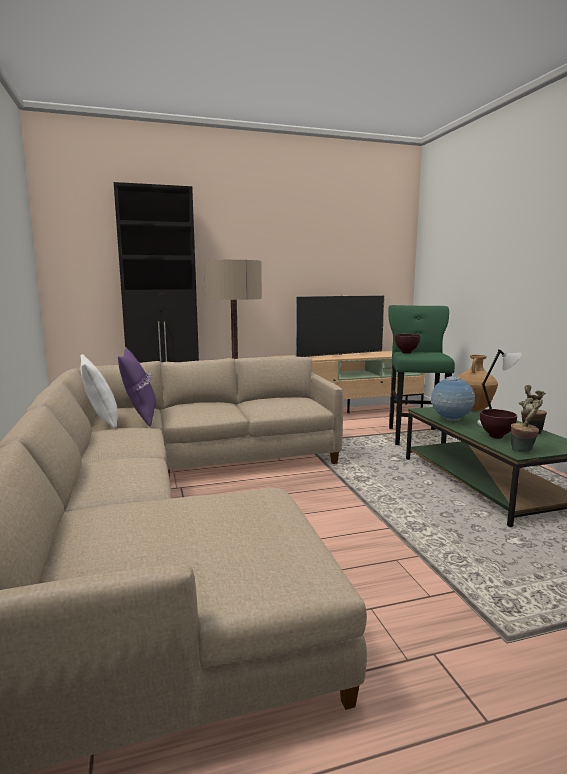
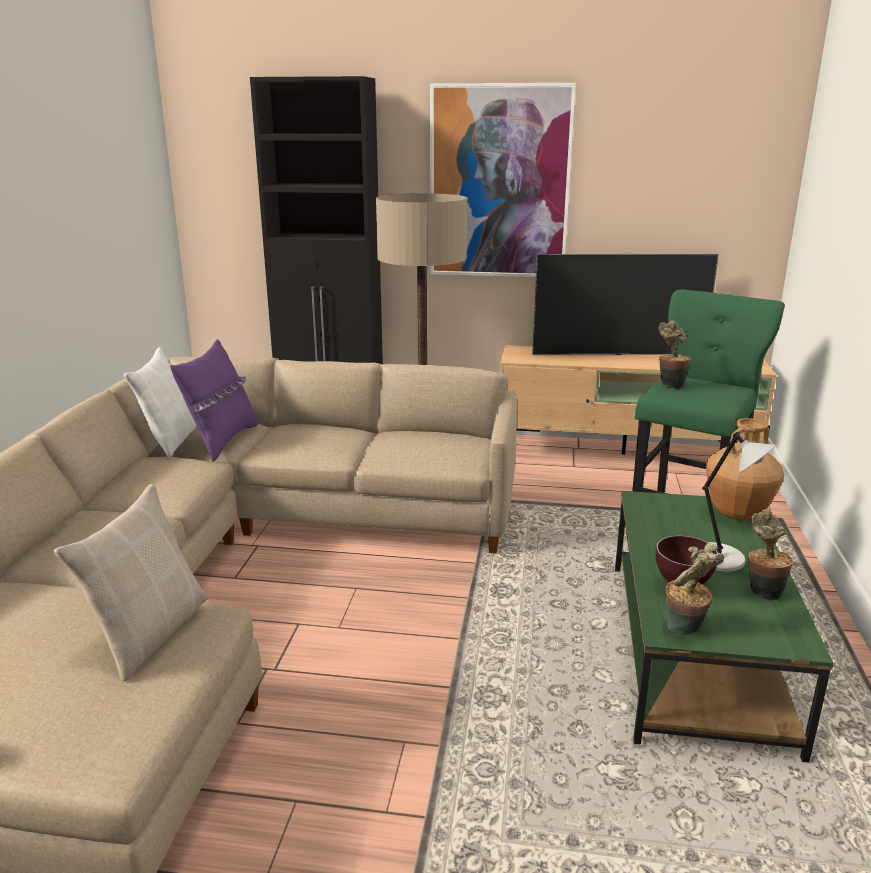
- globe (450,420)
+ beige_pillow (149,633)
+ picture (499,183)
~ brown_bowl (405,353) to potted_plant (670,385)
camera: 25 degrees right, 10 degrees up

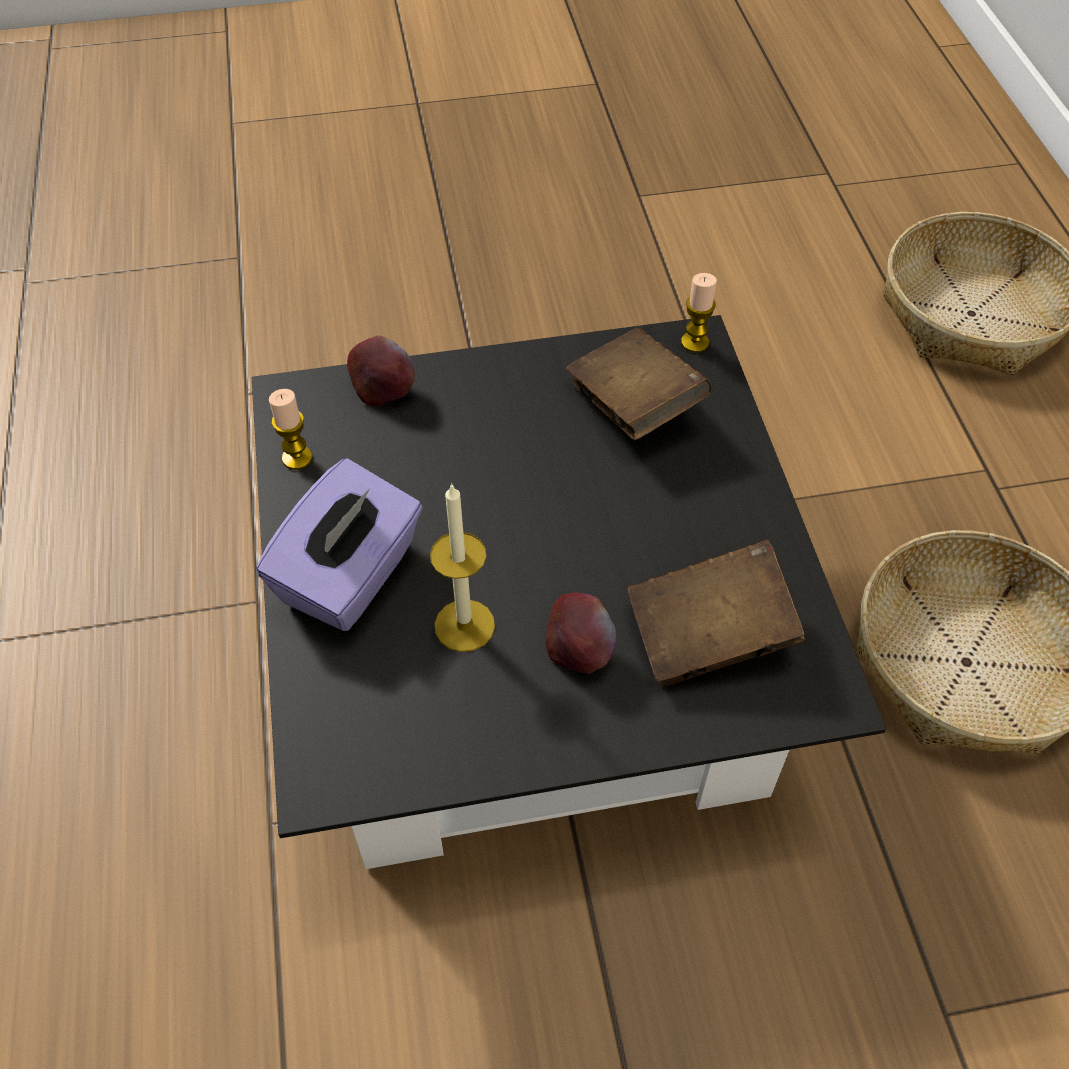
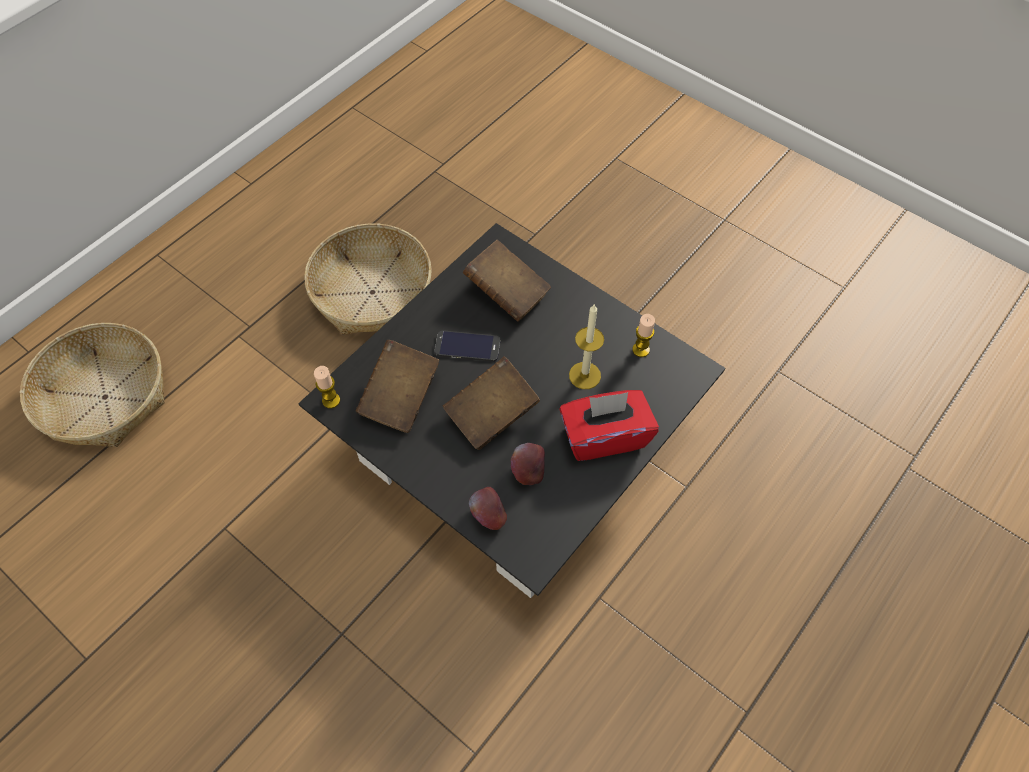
+ phone (467,346)
+ brown_book (492,414)
~ candle (297,458) to (641,350)
~ apple (579,651) to (527,471)
~ purple_tissue_box (351,575) to red_tissue_box (604,436)
camera: 130 degrees left, 5 degrees up

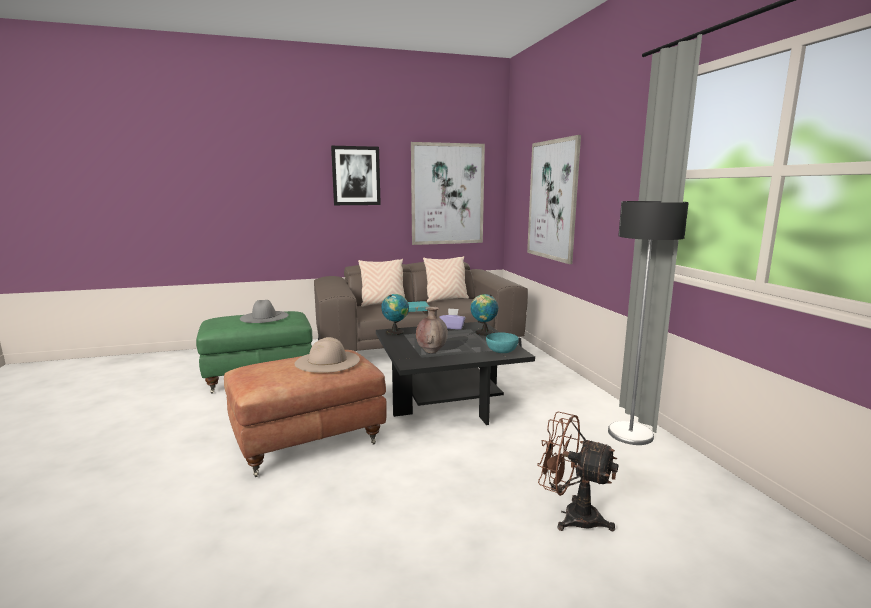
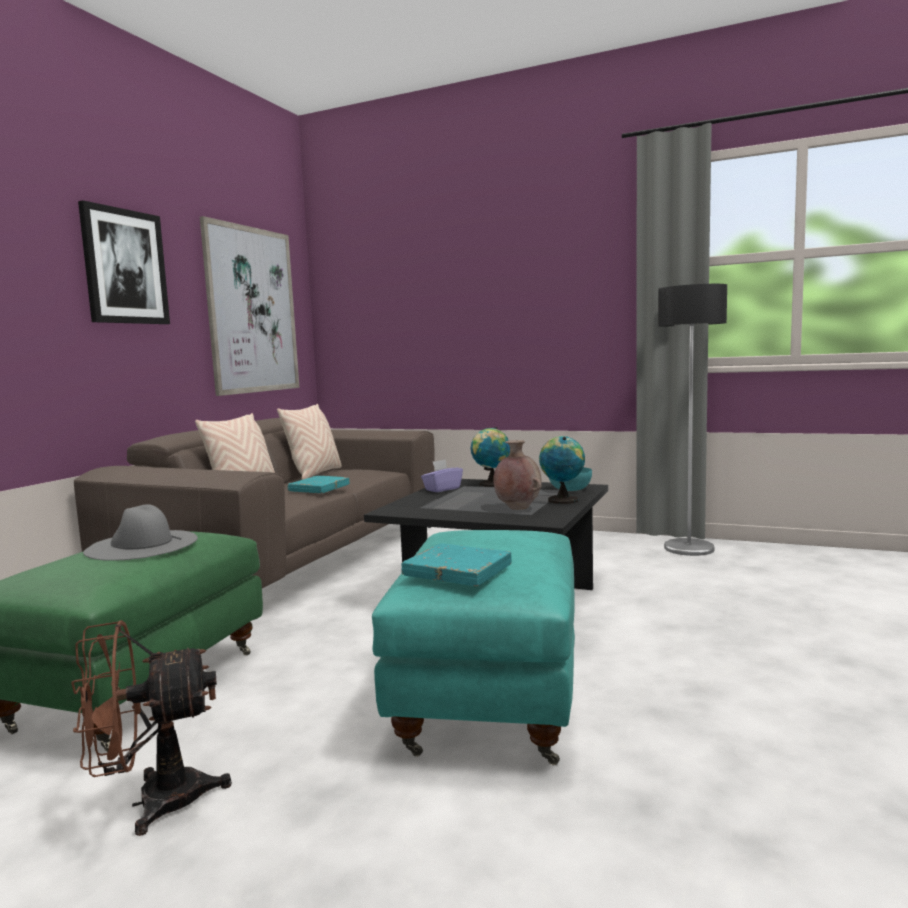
- beige_hat (327,361)
- picture (552,200)
+ turquoise_book (457,571)
~ globe (395,332) to (562,500)
~ brown_fan (571,515) to (153,802)
~ brown_ottoman (309,441) to turquoise_ottoman (488,697)
camera: 50 degrees left, 5 degrees down

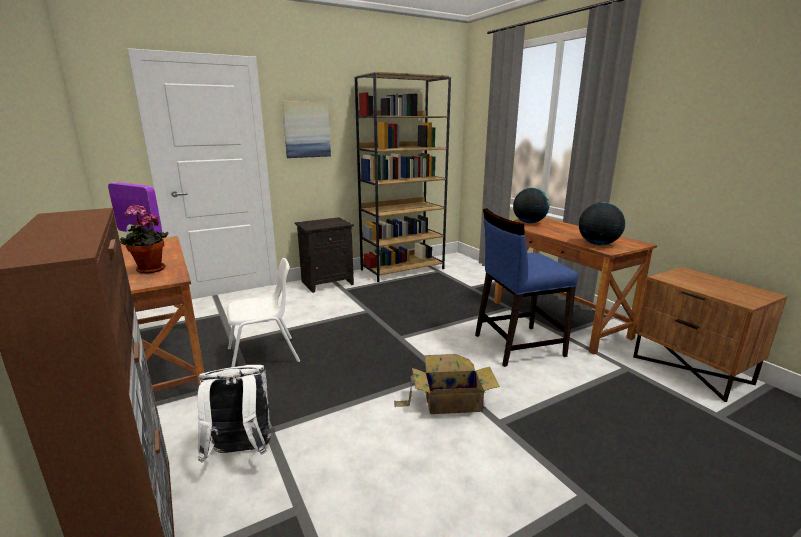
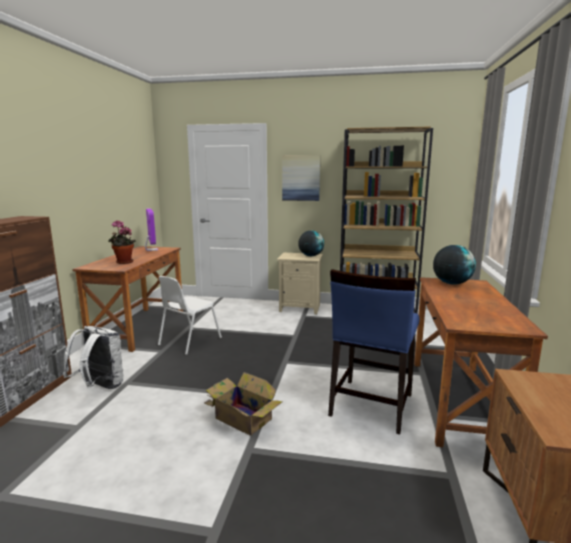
~ globe (597,244) to (311,256)
~ black_nightstand (327,282) to beige_nightstand (300,308)
~ white_chair (264,356) = (189,342) 105 degrees clockwise
~ blue_chair (517,345) = (370,405) 90 degrees counterclockwise
camera: 40 degrees right, 5 degrees down

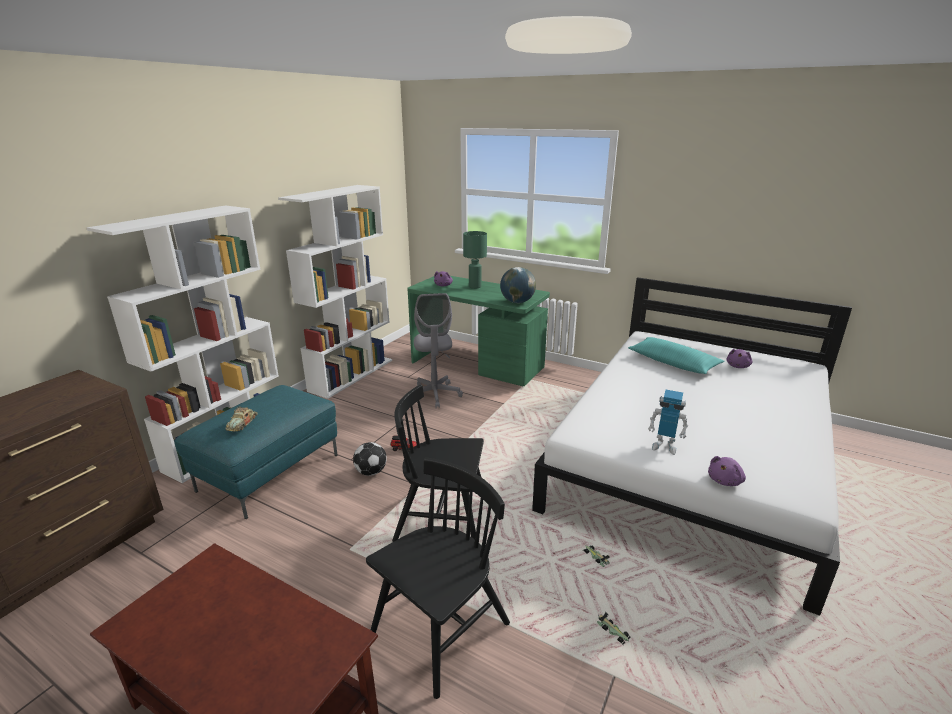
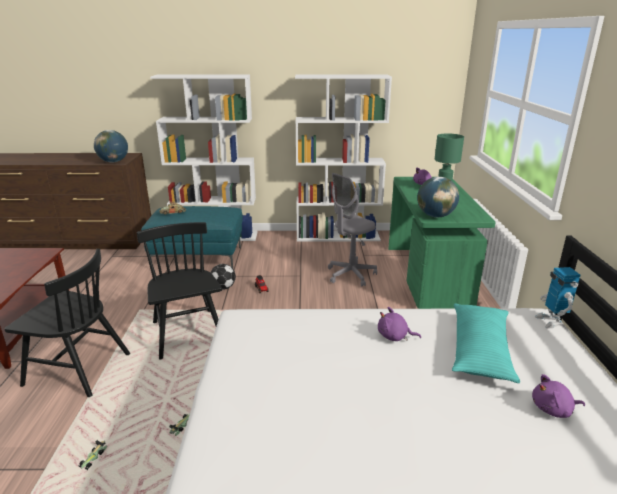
+ globe (114,161)
~ toy_robot (664,446) to (551,321)
~ purple_plush_toy (725,481) to (394,337)
camera: 60 degrees right, 0 degrees up

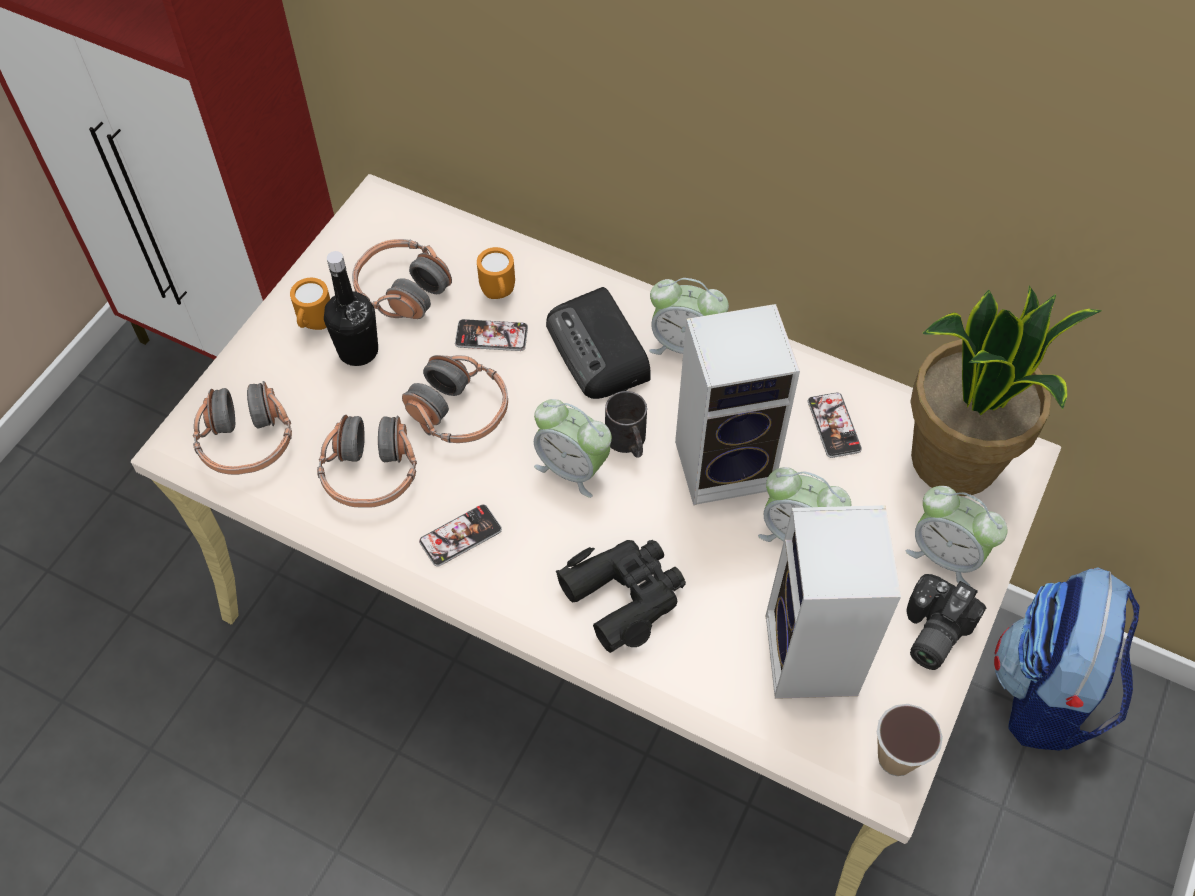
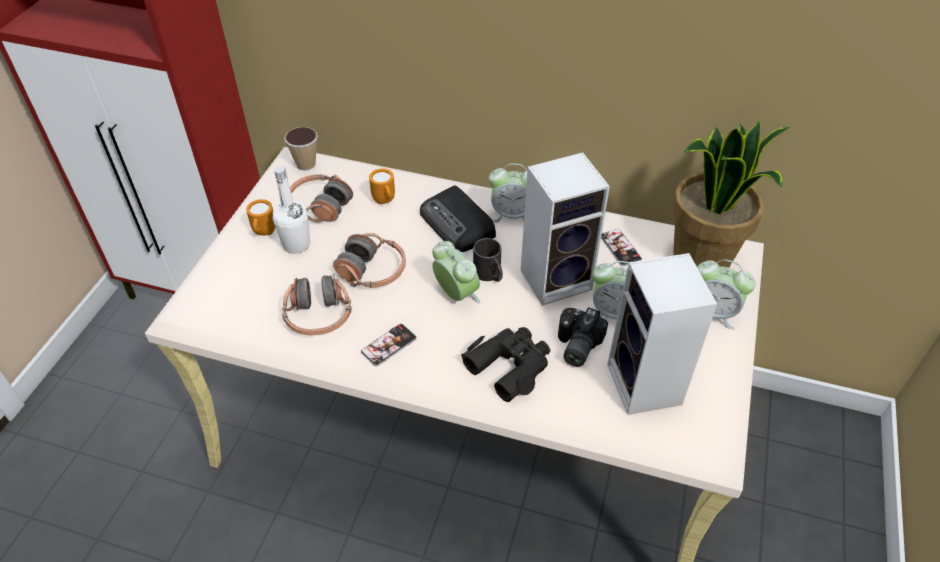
- headphones (247,441)
- phone (491,336)
- backpack (1046,693)
~ cup (896,758) to (306,164)
~ photo_camera (930,631) to (575,346)
~ black_bottle (358,351) to white_bottle (296,244)
~ alarm_clock (572,468) = (456,294) 150 degrees counterclockwise
camera: 10 degrees left, 10 degrees down

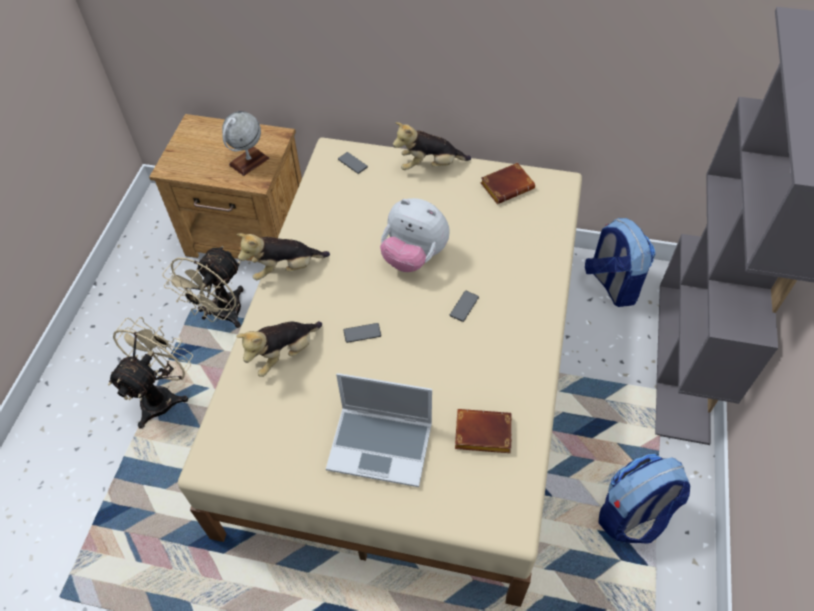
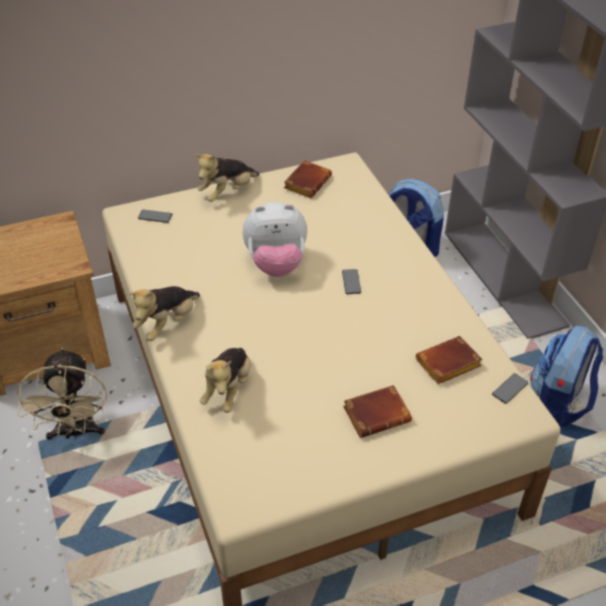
- beige_fan (163,395)
- globe (249,161)
~ phone (362,333) to (510,389)
~ laptop (382,445) to brown_book (377,413)
camera: 35 degrees left, 10 degrees down

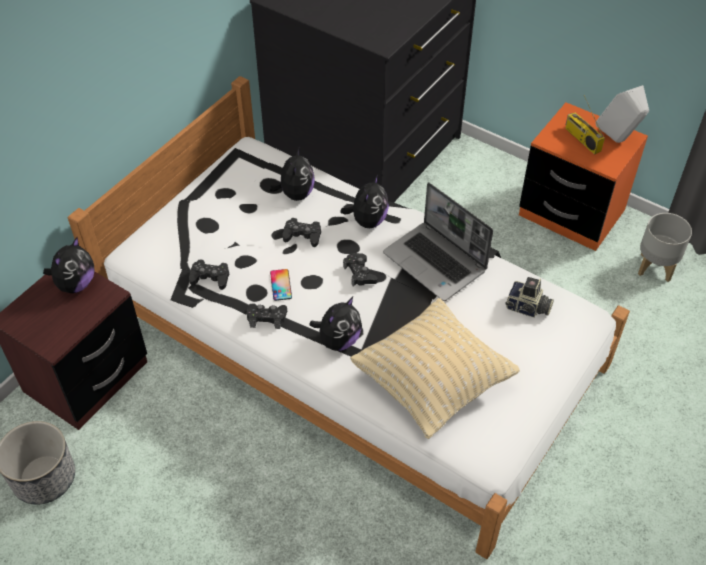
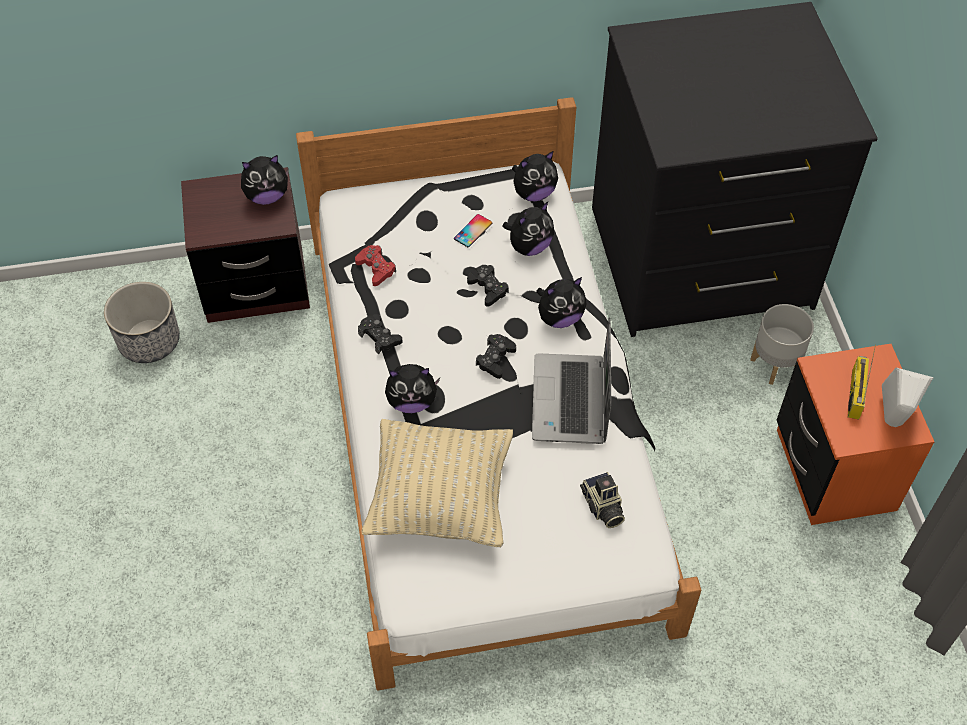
+ plush_toy (533,193)
~ phone (281,285) to (473,231)
~ grey_planter (655,266) to (775,364)
~ black_game_controller (210,278) to red_game_controller (376,268)
camera: 45 degrees right, 5 degrees up

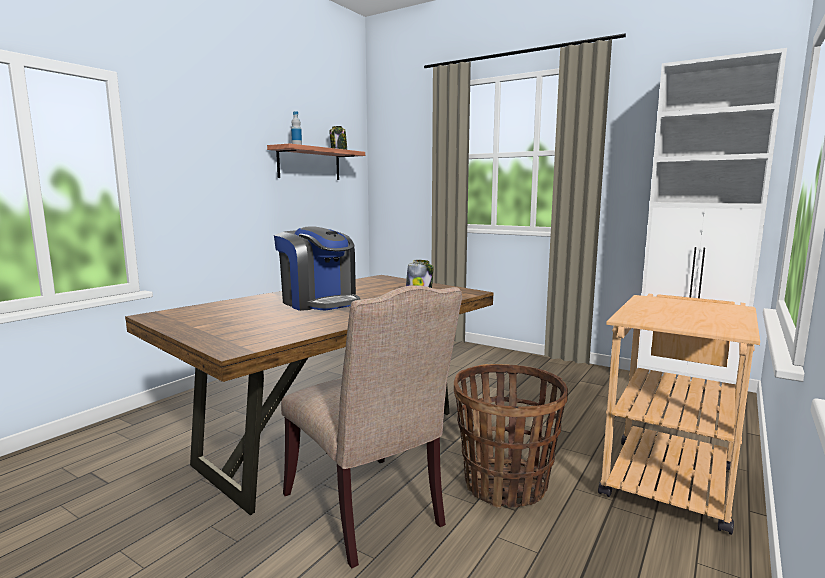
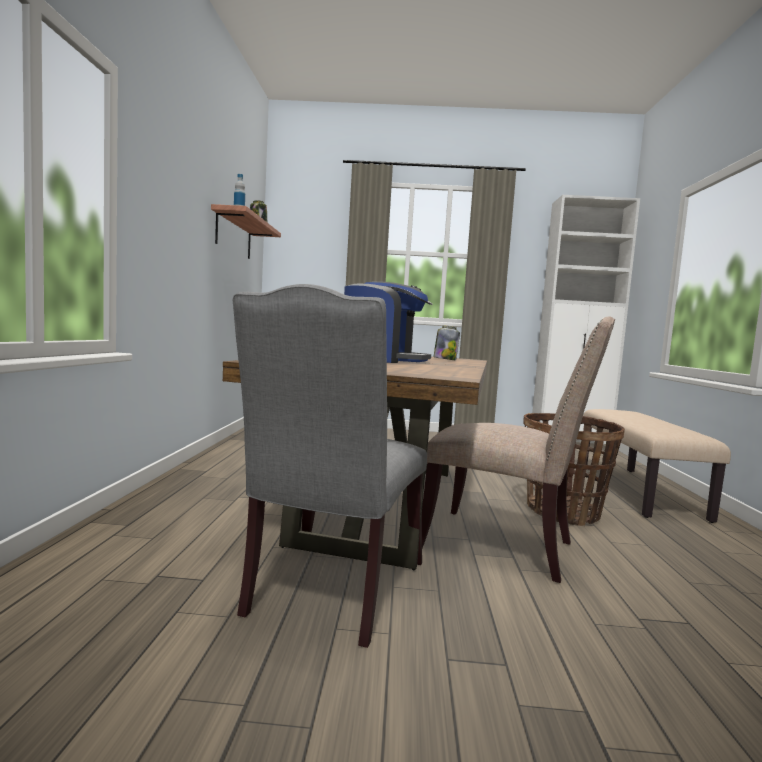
+ grey_chair (331,590)
~ beige_cart (669,475) to beige_bench (638,491)
camera: 30 degrees left, 5 degrees down

